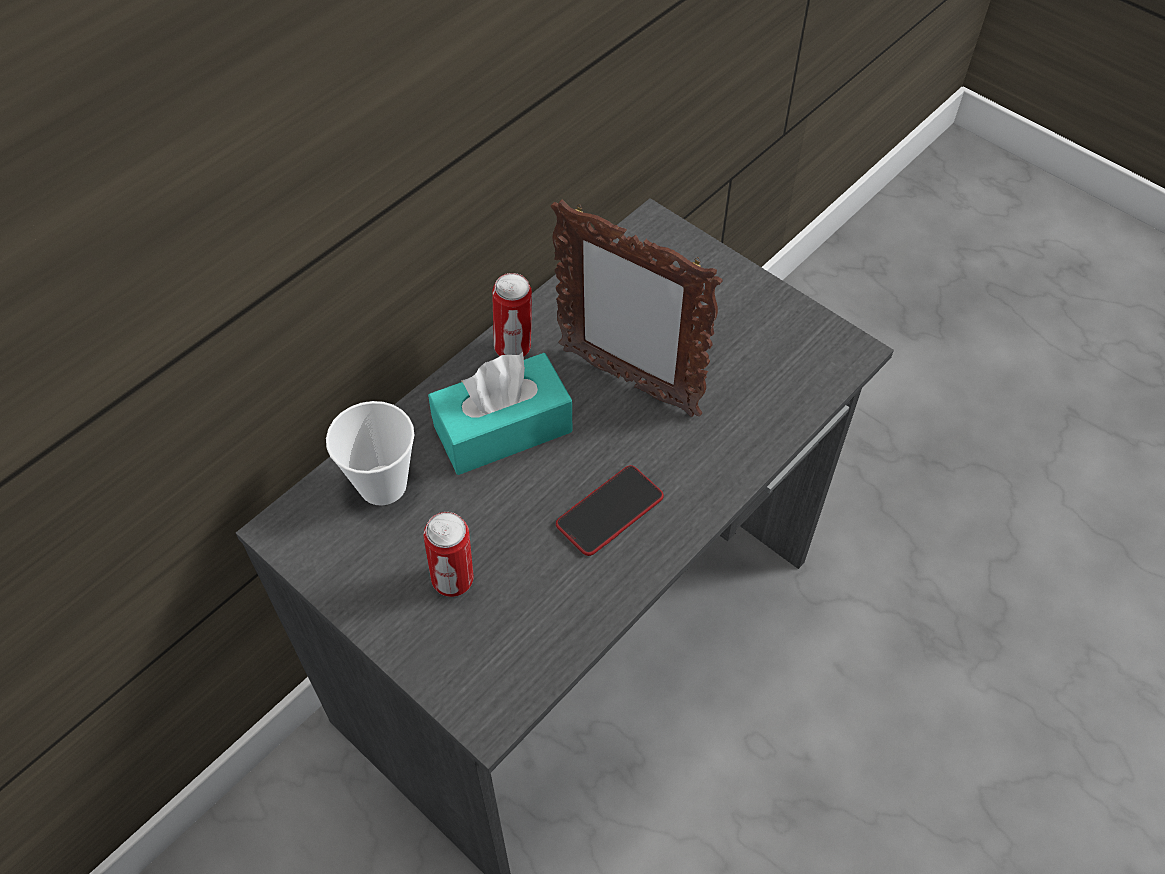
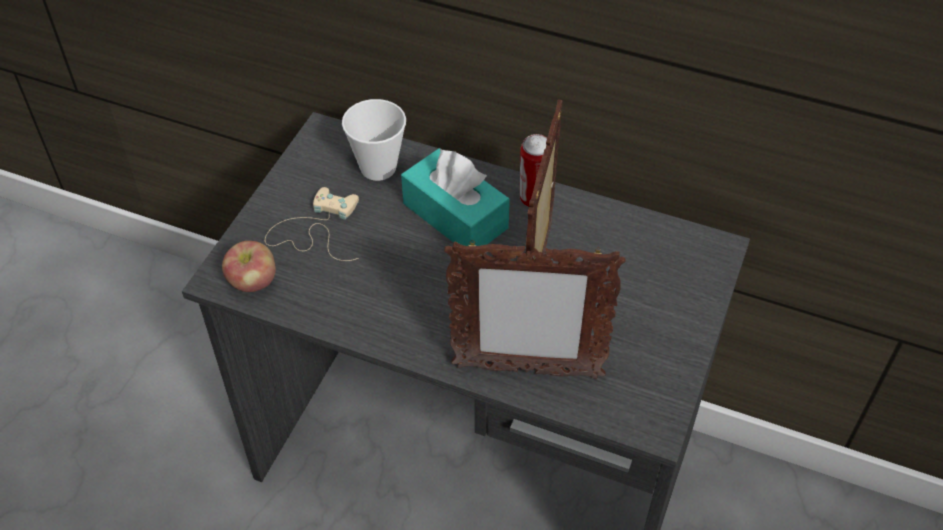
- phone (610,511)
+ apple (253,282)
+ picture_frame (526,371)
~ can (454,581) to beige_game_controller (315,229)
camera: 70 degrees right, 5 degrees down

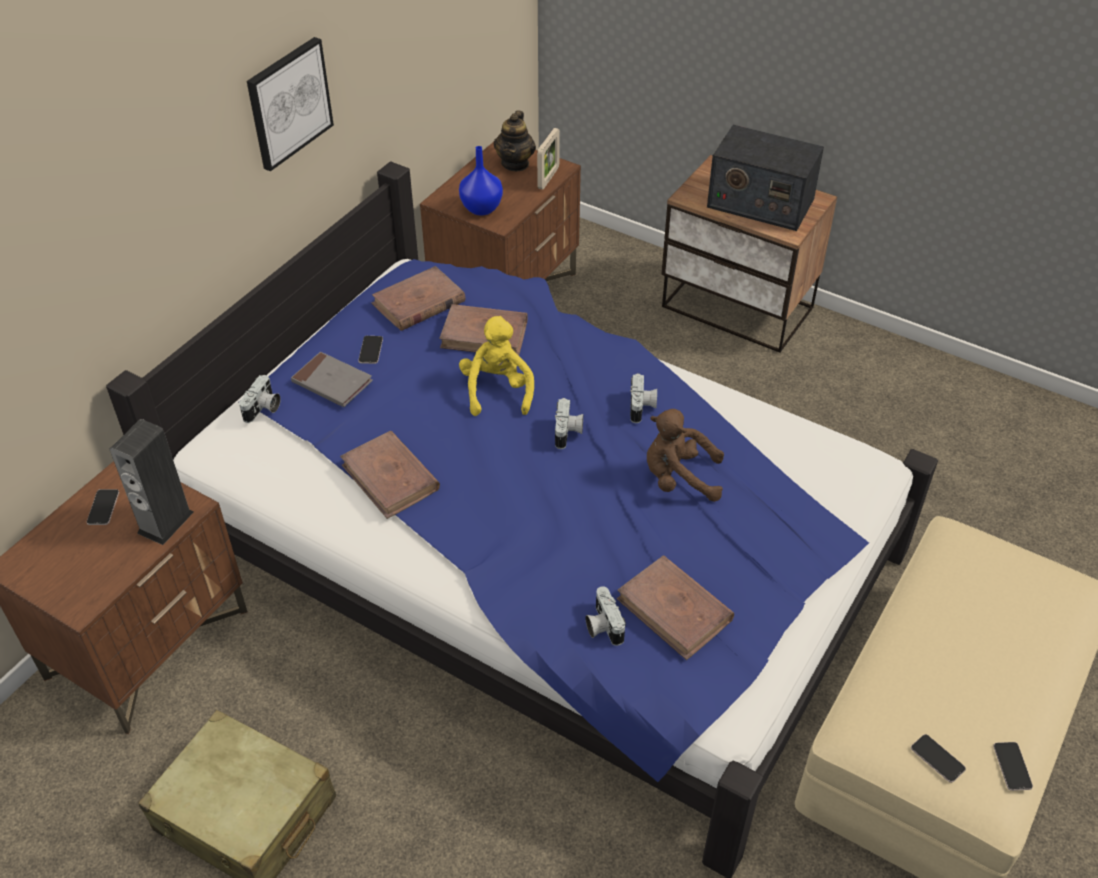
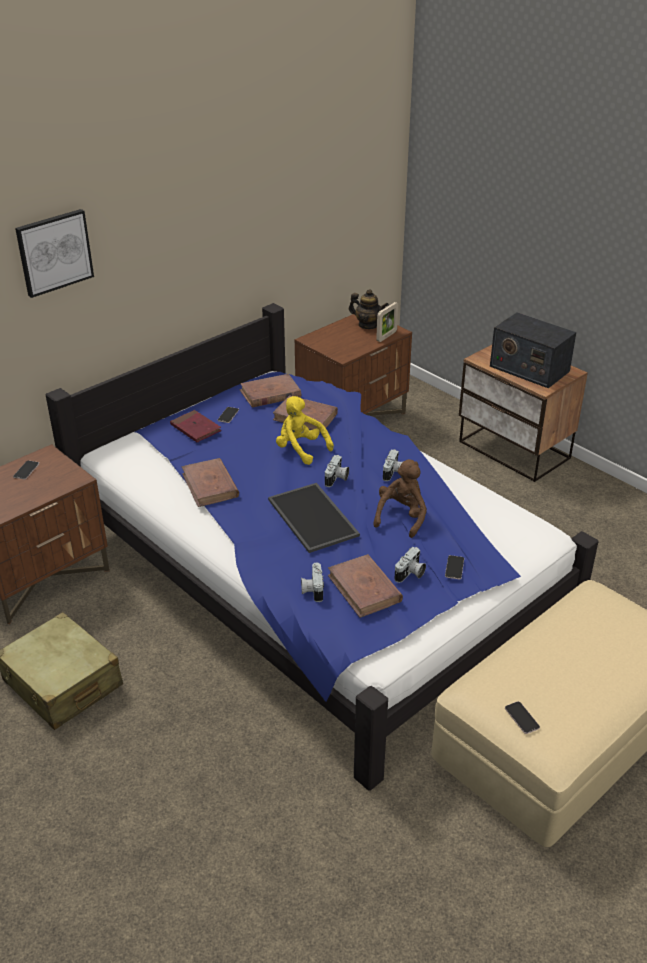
- speaker (165,522)
- blue_vase (481,209)
+ tray (314,517)
~ photo_camera (263,409) to (410,574)
~ picture (288,103) to (54,252)
~ phone (1012,766) to (454,567)
~ grey_book (332,382) to red_book (195,428)
~ yellow_plush_toy (497,390) = (301,449) 60 degrees counterclockwise
~ teapot (515,163) = (368,325) 90 degrees counterclockwise
~ brown_plush_toy (679,478) = (401,517) 90 degrees clockwise
camera: 15 degrees right, 10 degrees down

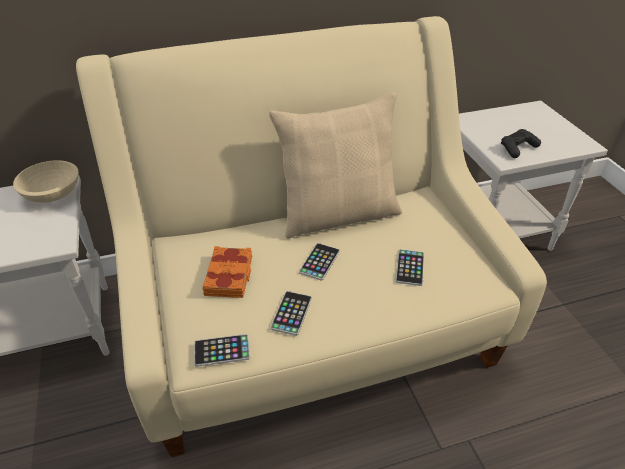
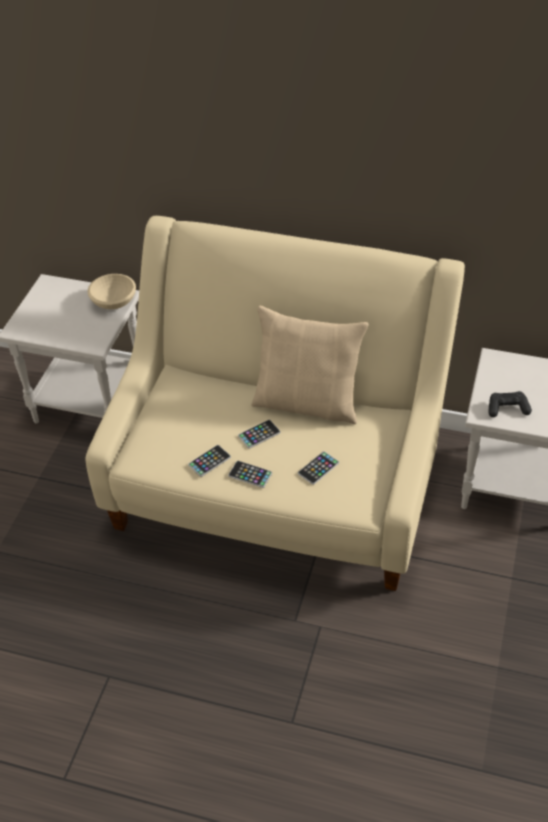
- orange_book (230,276)
~ phone (222,351) to (250,474)
camera: 35 degrees right, 5 degrees up

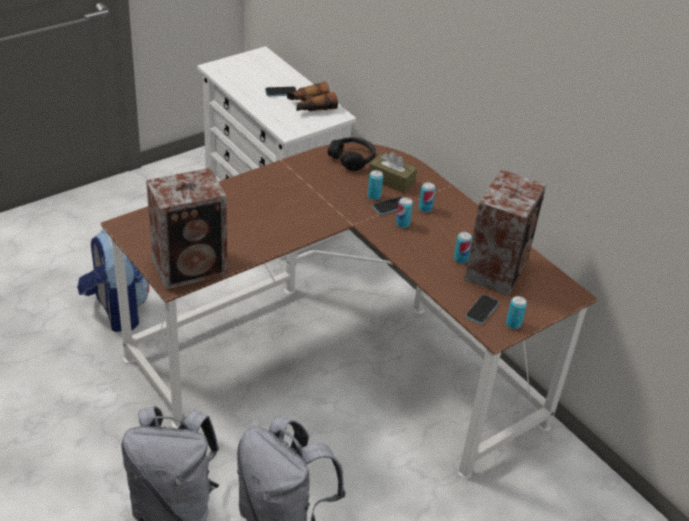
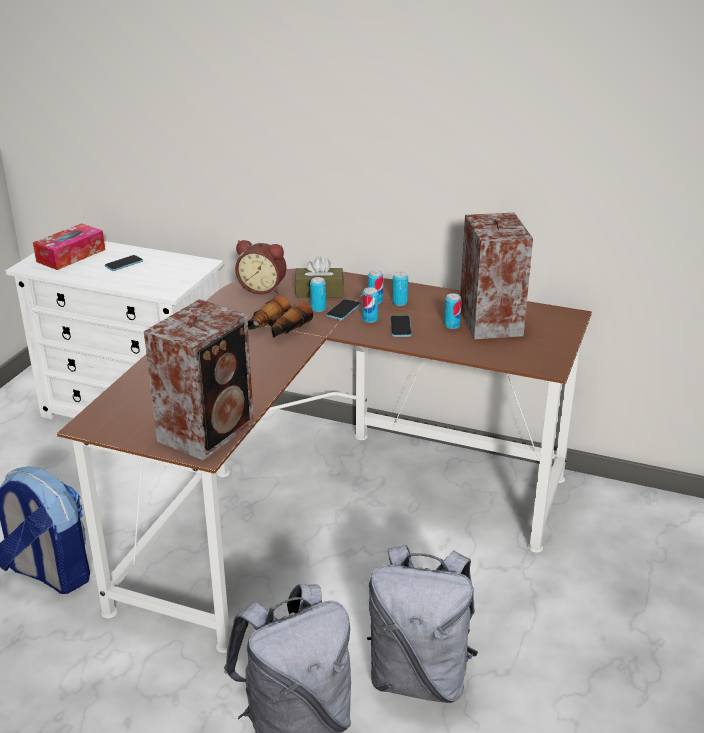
+ tissue_box (71,255)
~ binoculars (310,105) to (277,329)
~ phone (482,310) to (400,327)
~ can (513,324) to (399,302)
~ black_headphones (352,159) to alarm_clock (263,288)
camera: 30 degrees left, 10 degrees down

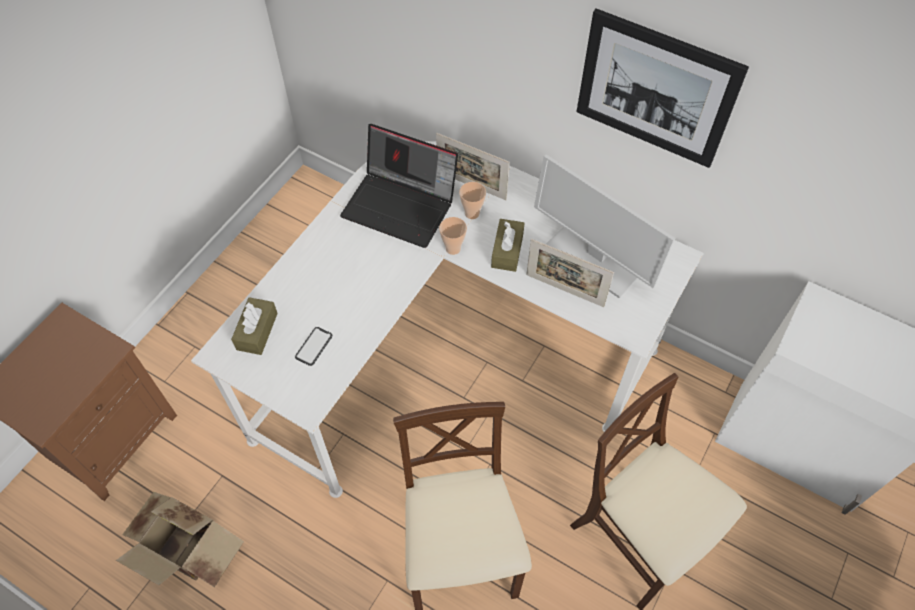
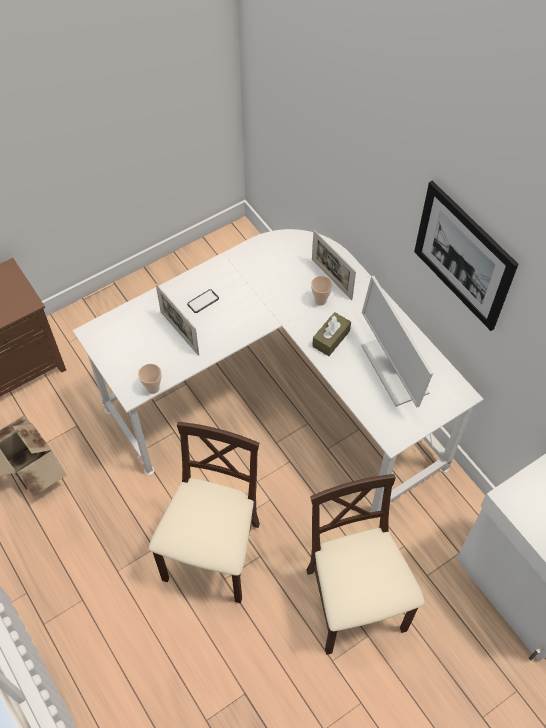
- brown_tissue_box (257,331)
- laptop (401,205)
~ phone (314,346) to (203,301)
~ cup (453,248) to (153,388)
~ picture_frame (564,290) to (179,333)
camera: 25 degrees right, 0 degrees up

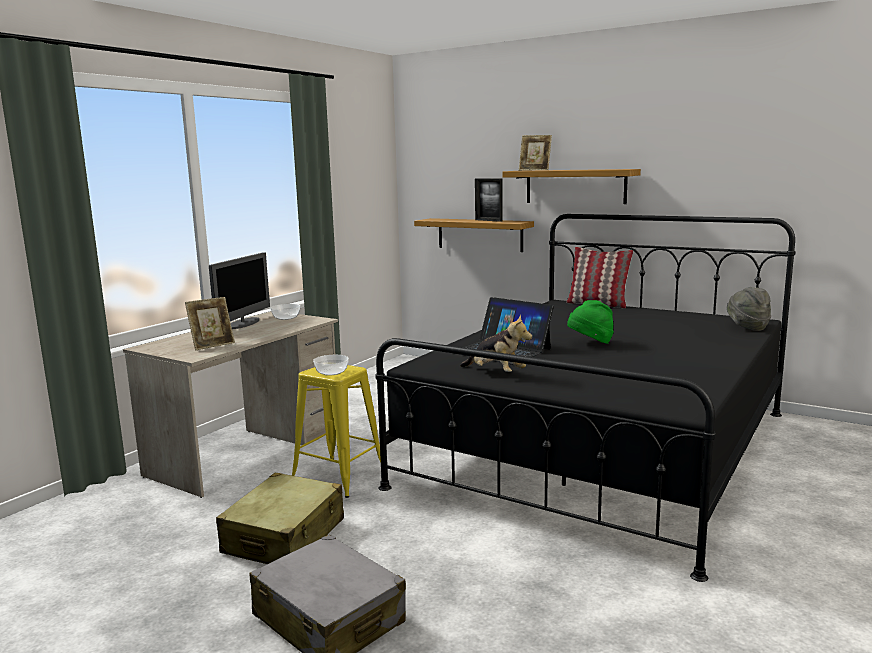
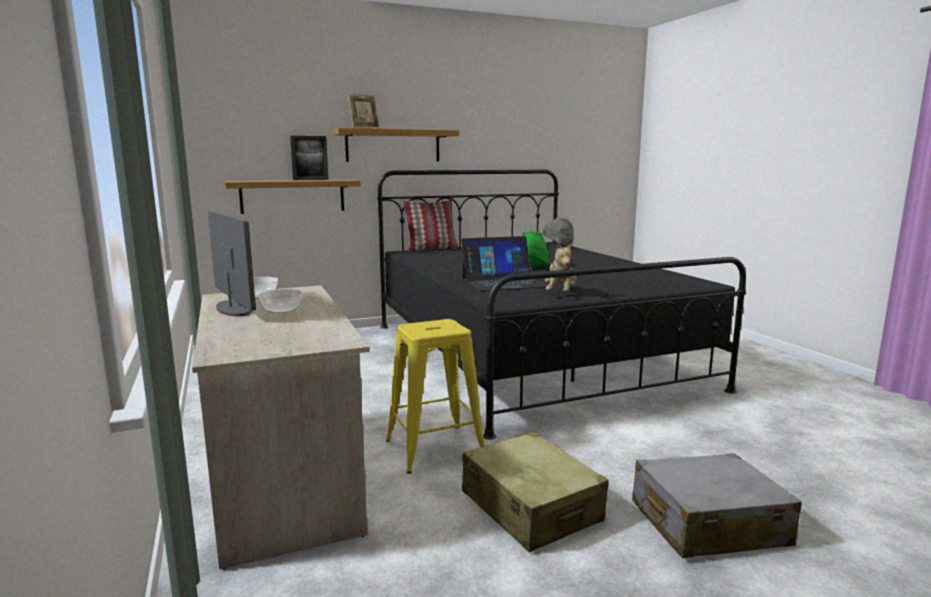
- picture_frame (212,345)
~ bowl (331,372) to (281,310)
~ plush_toy (495,373) = (561,293) 120 degrees clockwise
camera: 55 degrees left, 0 degrees up

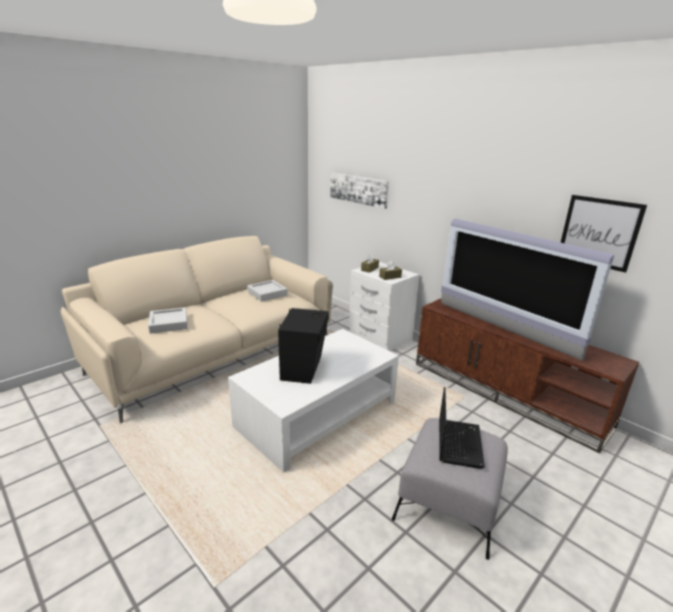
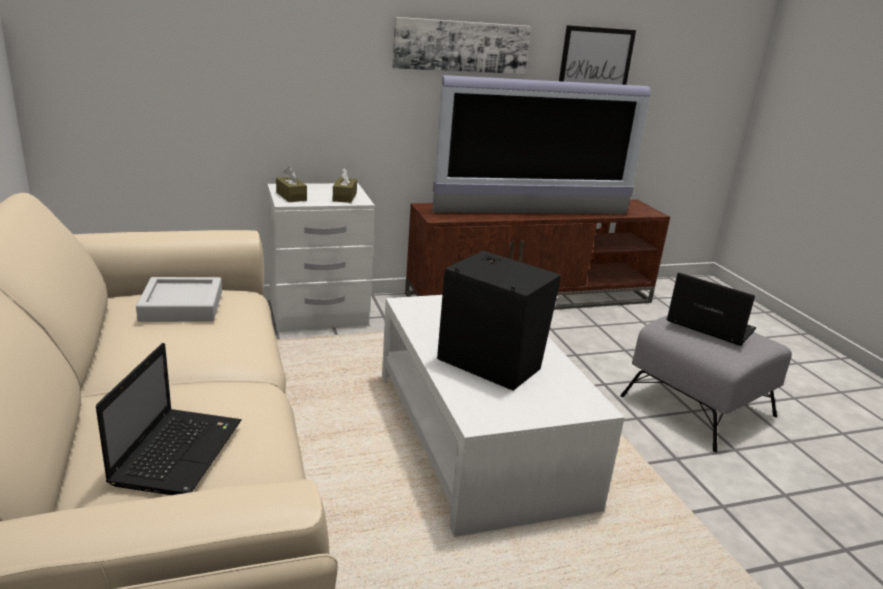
~ picture (358,189) to (461,46)
~ grey_tray (169,323) to laptop (178,451)
camera: 65 degrees left, 0 degrees up

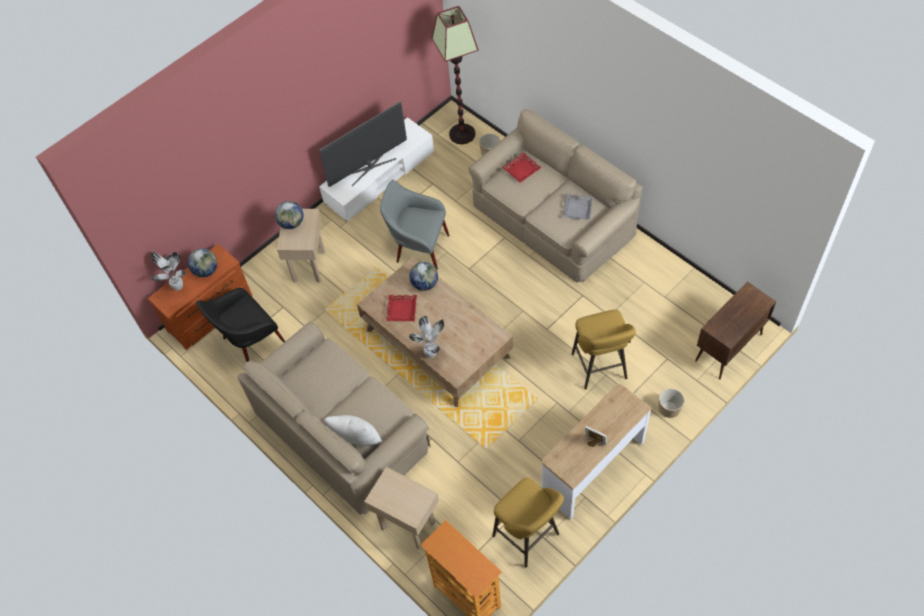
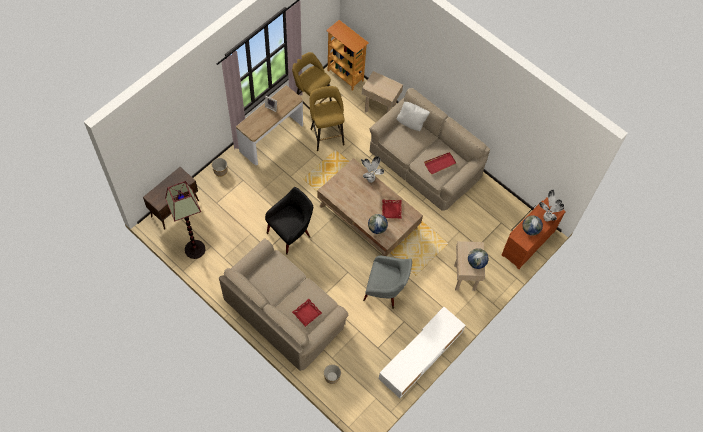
- television (369,167)
- grey_tray (577,209)
+ red_tray (440,164)
~ black_armchair (250,342) to (290,233)
~ floor_lamp (462,134) to (195,249)
~ yellow_stool (600,369) to (326,135)
camera: 170 degrees right, 5 degrees up

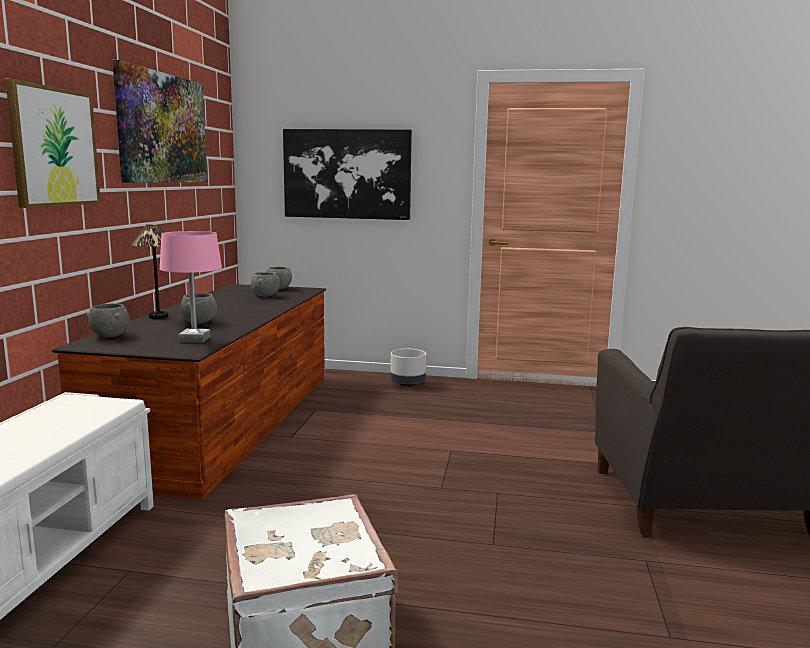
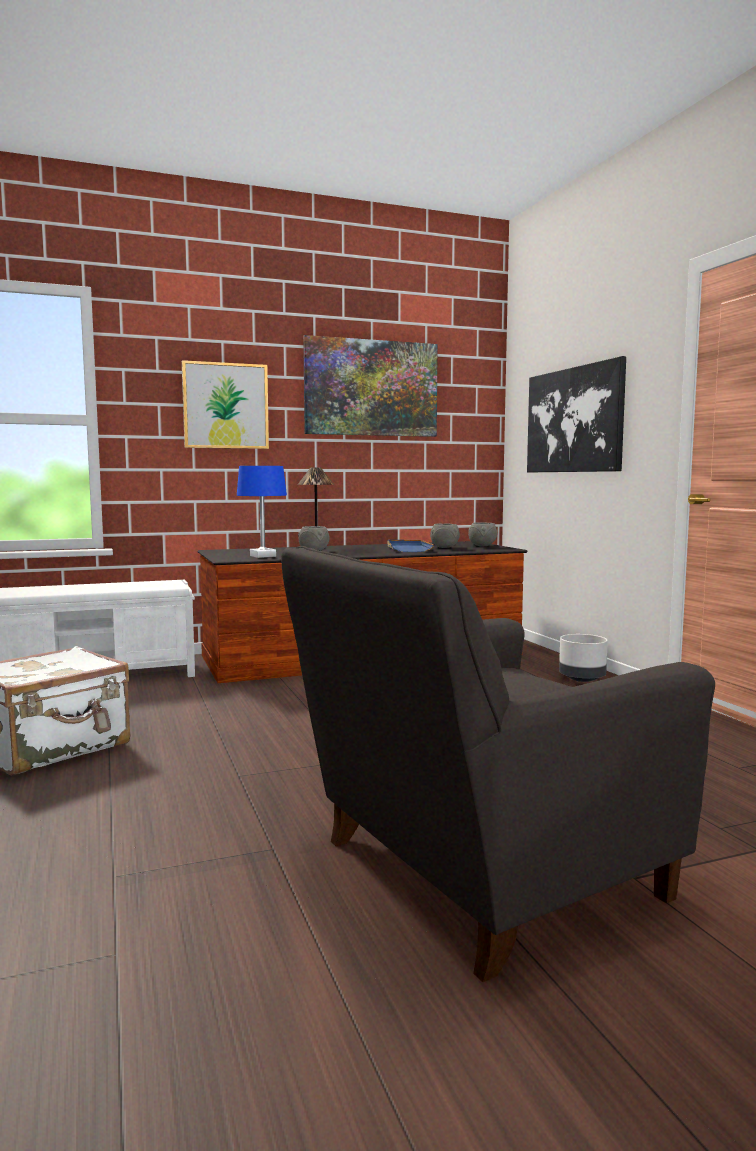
- grey_bowl (109,336)
+ blue_tray (408,548)
~ pink_table_lamp (195,339) to blue_table_lamp (263,556)
camera: 60 degrees right, 5 degrees down

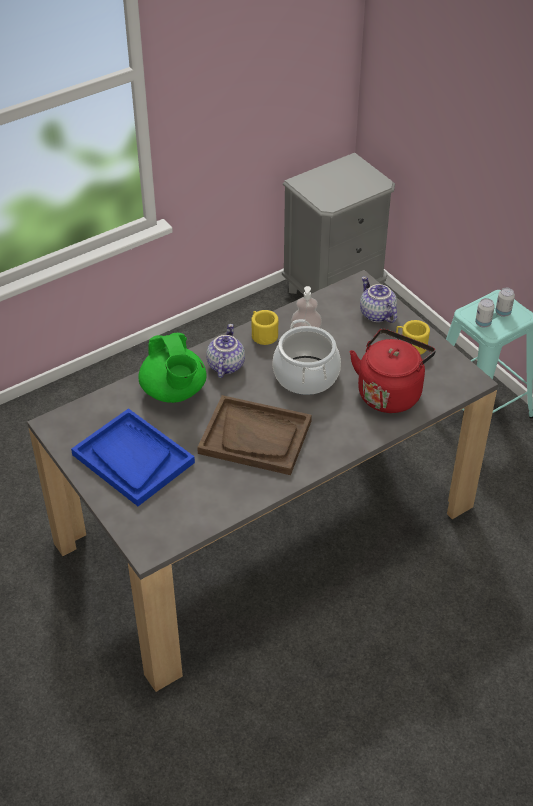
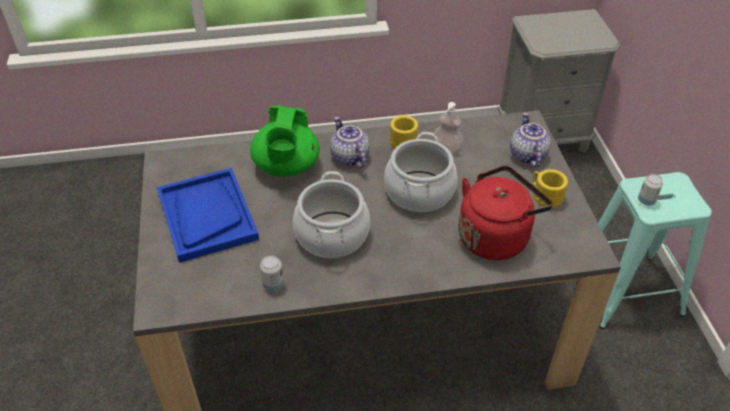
~ can (503,313) to (273,285)
~ brown_tray (255,437) to cooking_pot (332,235)
~ teapot (225,365) = (348,157) 60 degrees counterclockwise
camera: 25 degrees right, 0 degrees up

